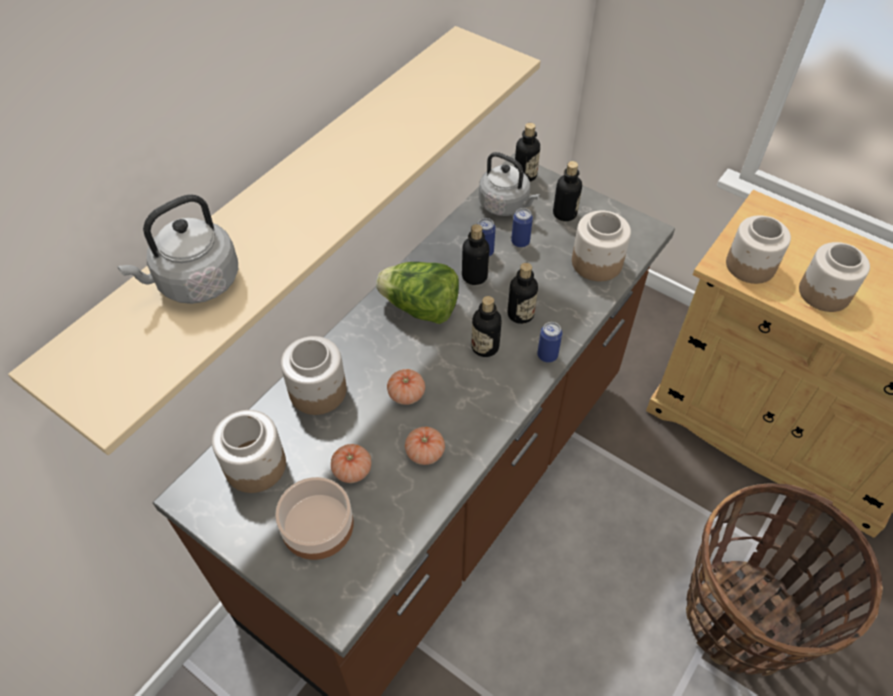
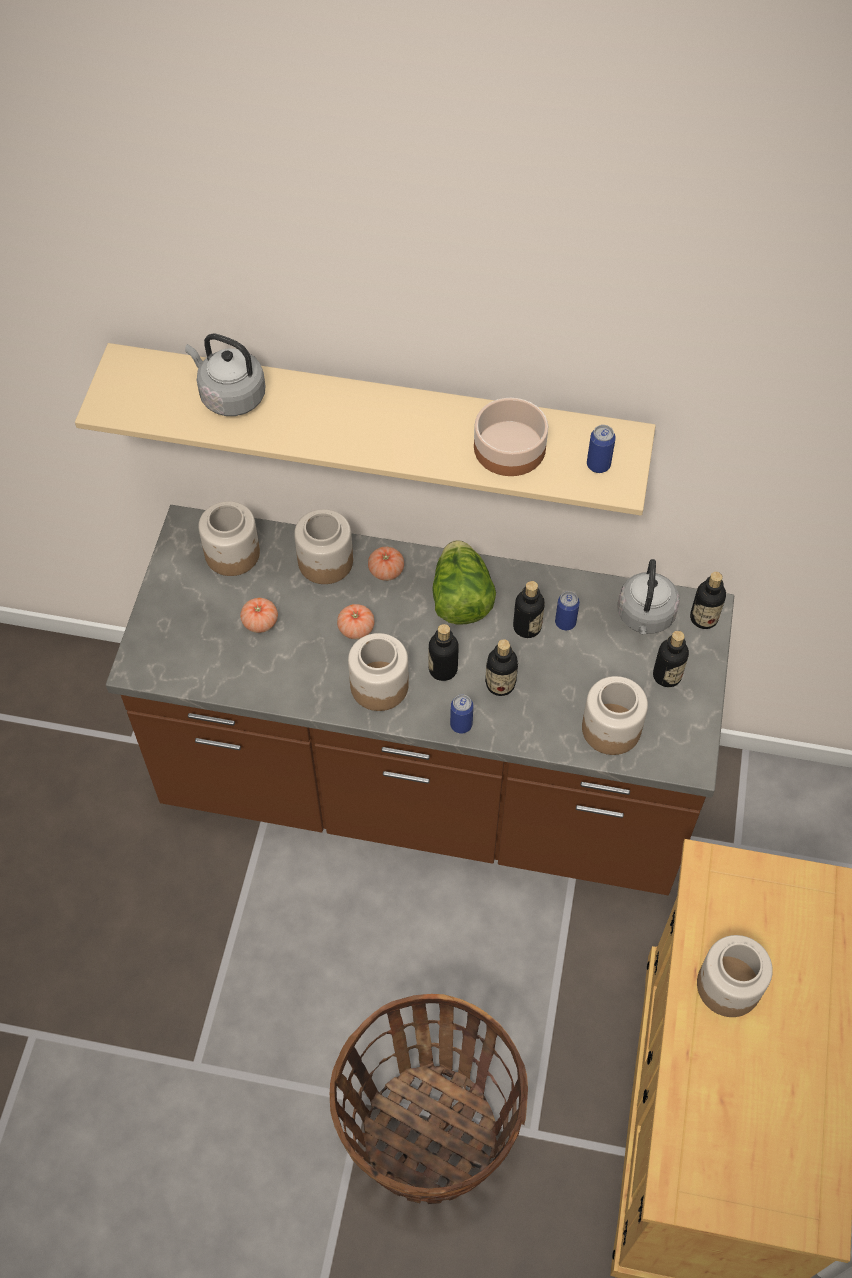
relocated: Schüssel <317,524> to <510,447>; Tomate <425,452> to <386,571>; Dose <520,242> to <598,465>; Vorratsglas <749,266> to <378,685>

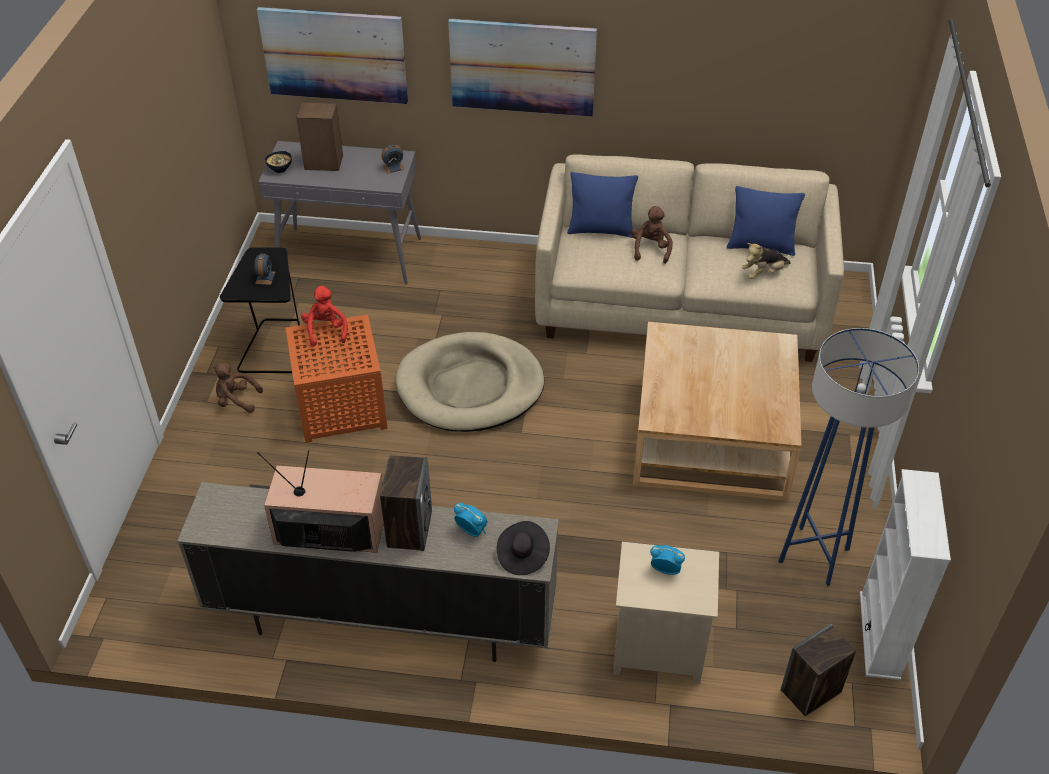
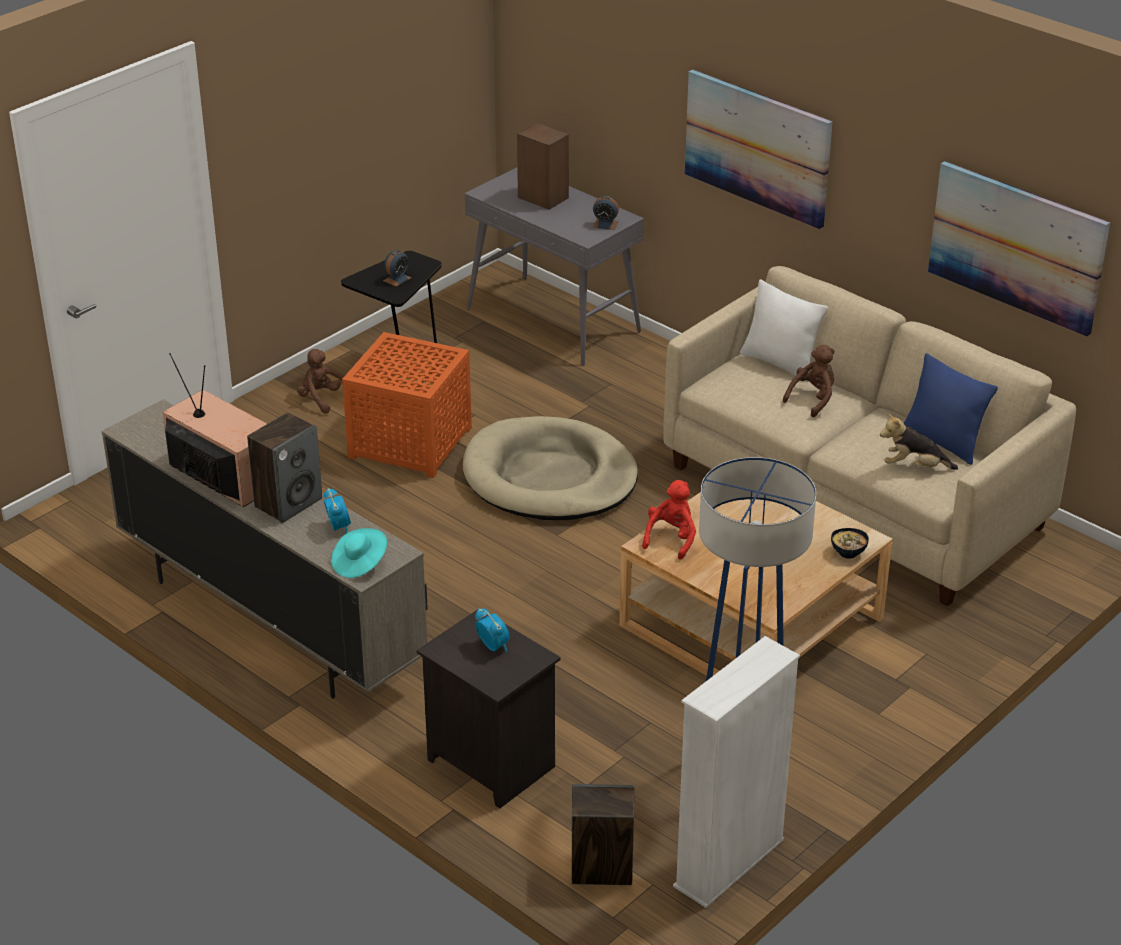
relocated: Bild <334,55> to <1017,246>; Schüssel <280,169> to <848,553>; Plüschtier [rot] <326,330> to <671,539>
colour: Hut [schwarz] <522,556> to Hut [türkis] <359,563>; Kissen [blau] <600,230> to Kissen [weiß] <780,363>; Nachttisch [beige] <656,651> to Nachttisch [schwarz] <488,763>

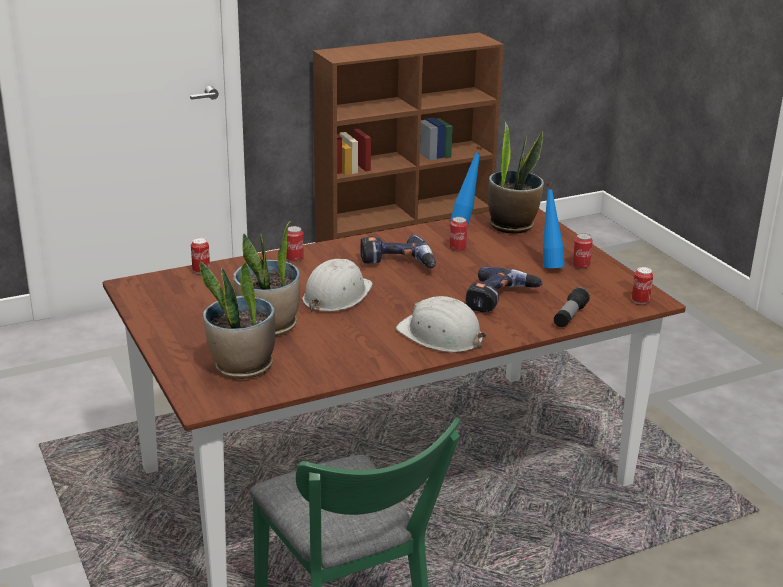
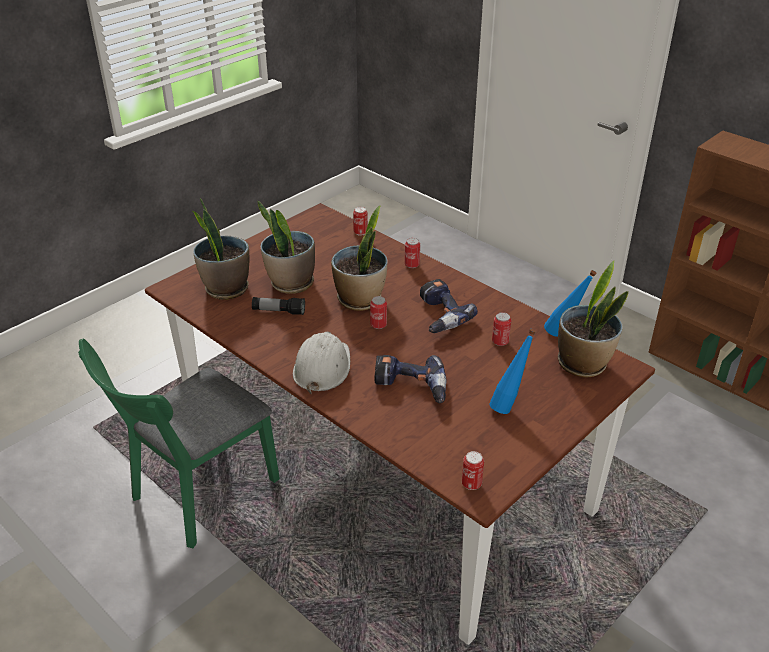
relocated: Taschenlampe <569,316> to <278,311>; Dose <581,265> to <378,325>
exchanged: Schutzhelm [weiß] <336,295> to Topfpflanze <360,300>

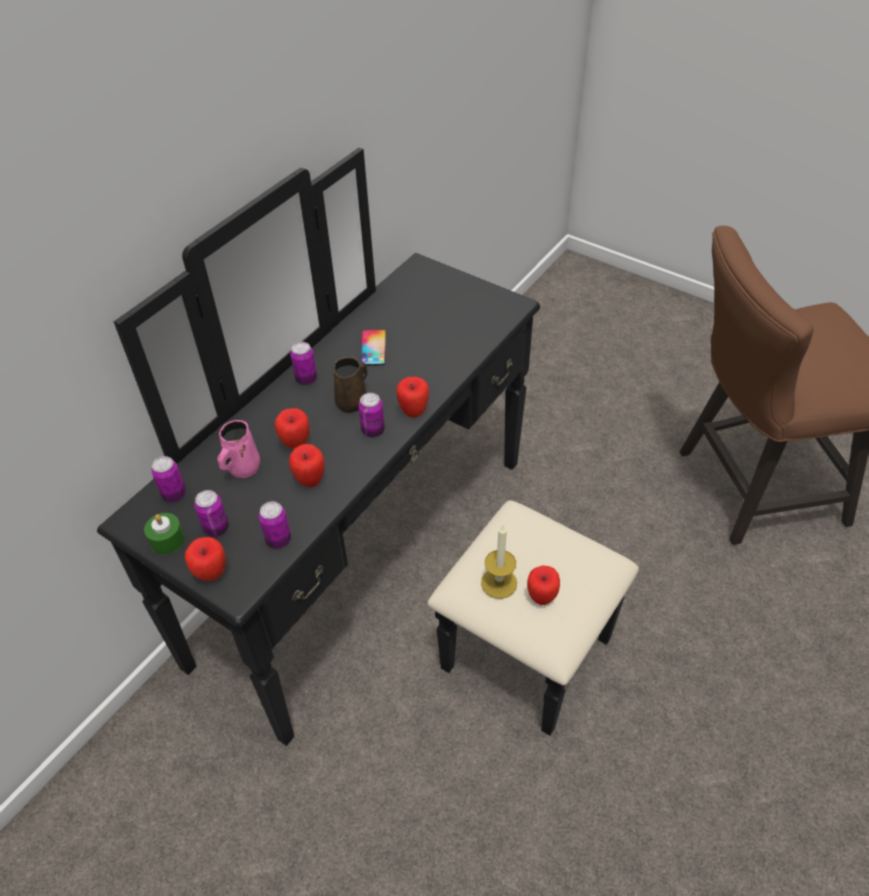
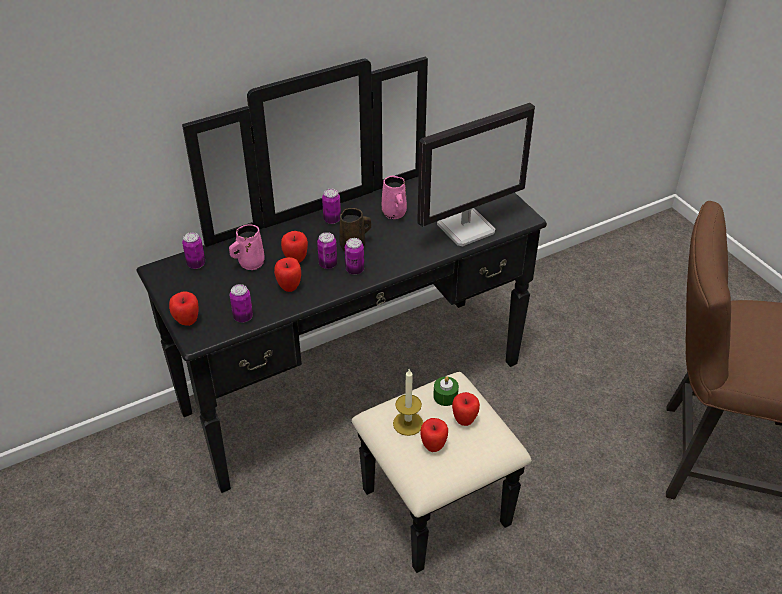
appeared: Monitor <466,227>
relocated: Kerze [grün] <167,540> to <445,396>; Dose <216,528> to <328,264>; Apfel <413,411> to <464,420>
exchanged: Handy <373,348> to Henkelbecher [rosa] <394,214>

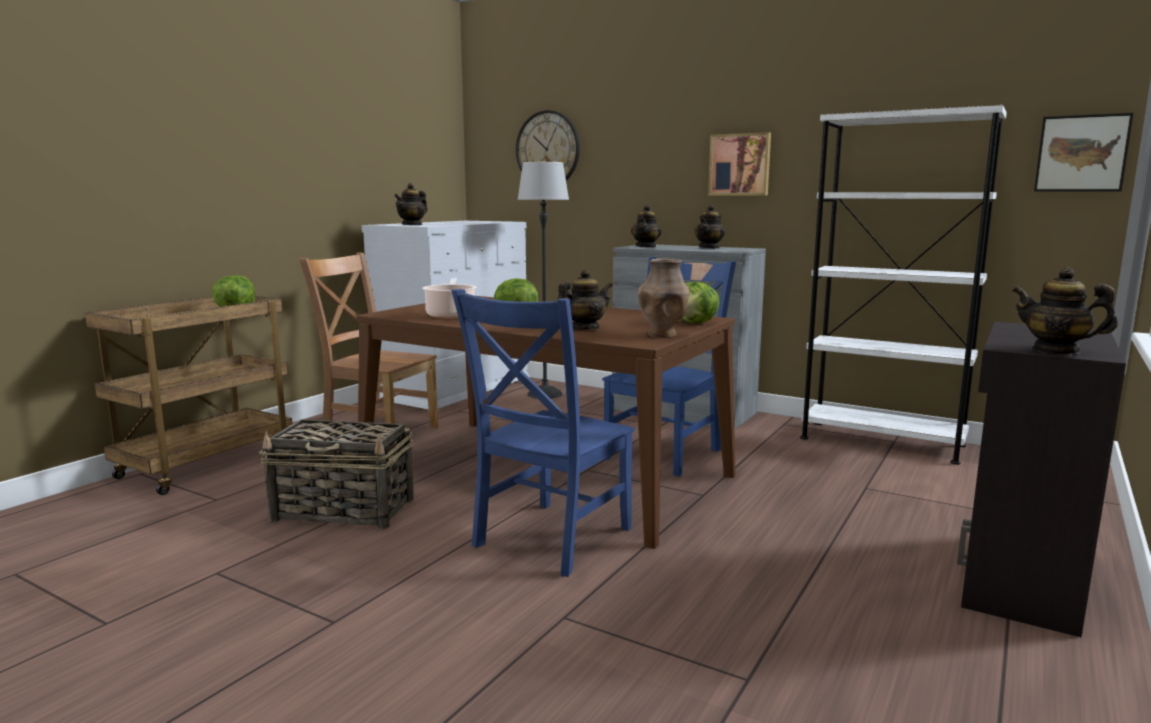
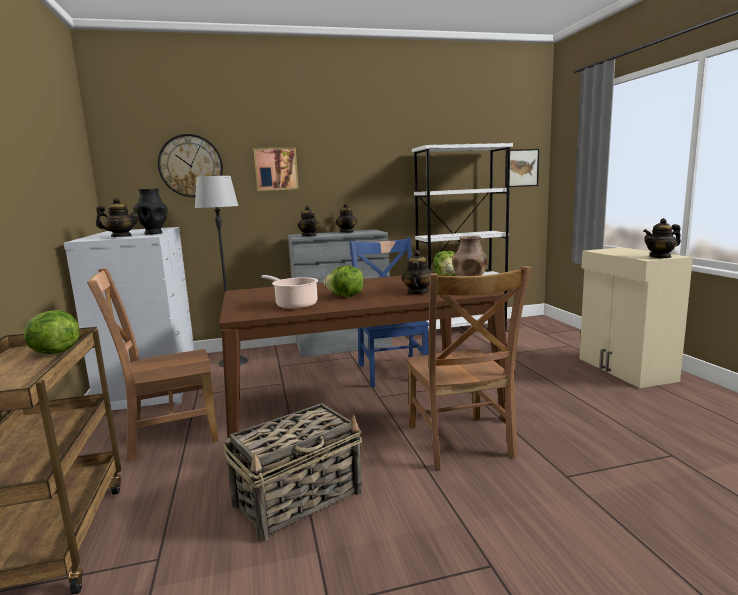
appeared: Vase [schwarz] <154,233>
relocated: Bild <740,165> to <276,169>
colour: Stuhl [blau] <549,539> to Stuhl [braun] <460,443>; Schrank [schwarz] <1017,580> to Schrank [beige] <625,369>
spun: Teekanne <412,225> = <121,237> 90 degrees counterclockwise

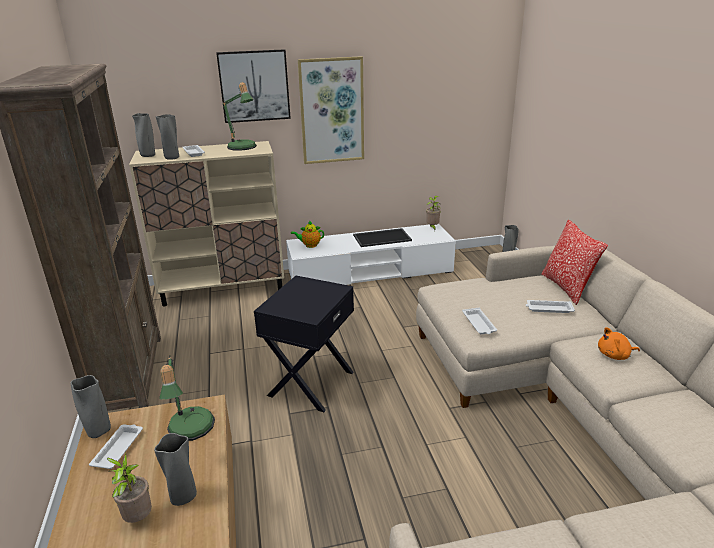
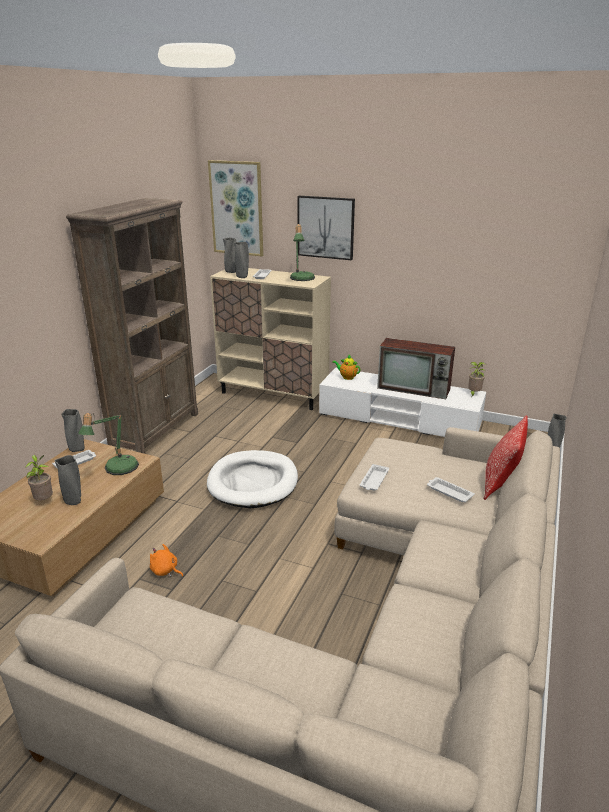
relocated: Bild <332,111> to <237,208>; Plüschtier [orange] <615,355> to <165,571>
exchanged: Beistelltisch [schwarz] <310,383> to Hundebett [weiß] <253,482>; Tablett <382,237> to Fernseher <415,389>

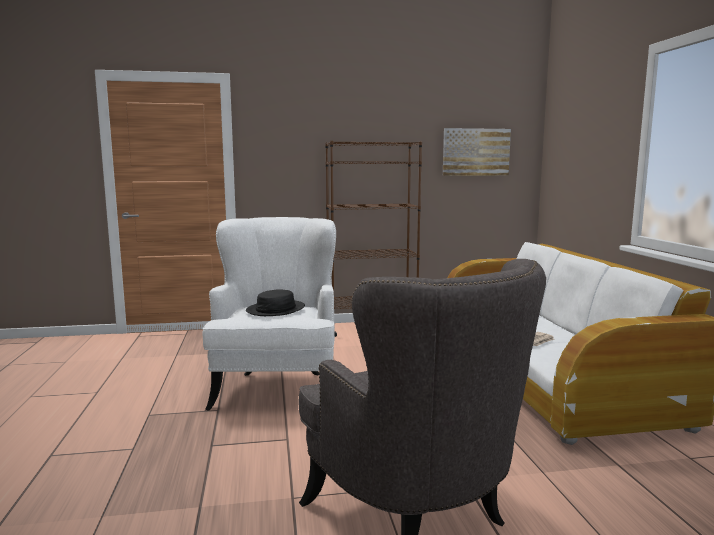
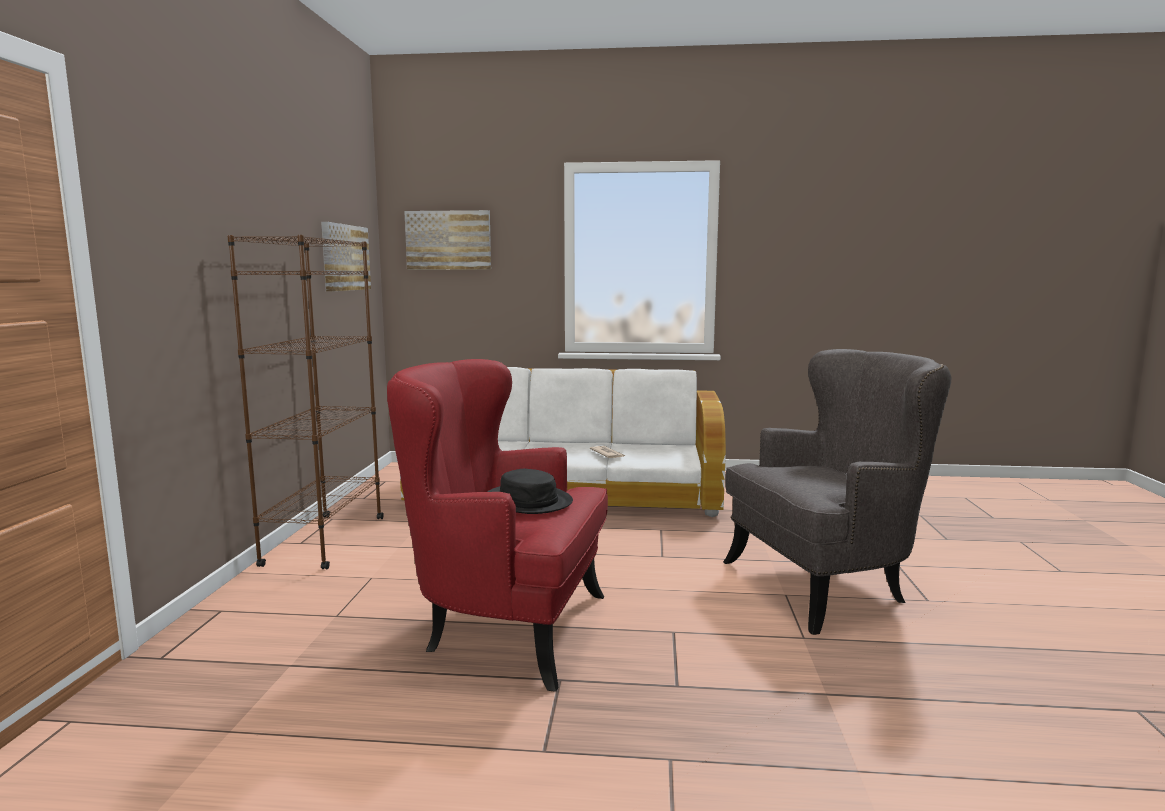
appeared: Bild <448,240>
colour: Sessel [weiß] <277,387> to Sessel [rot] <504,627>

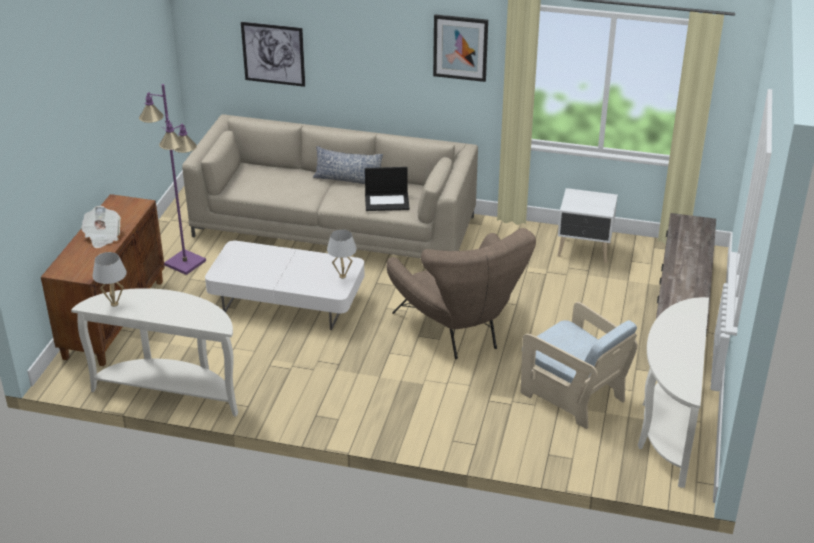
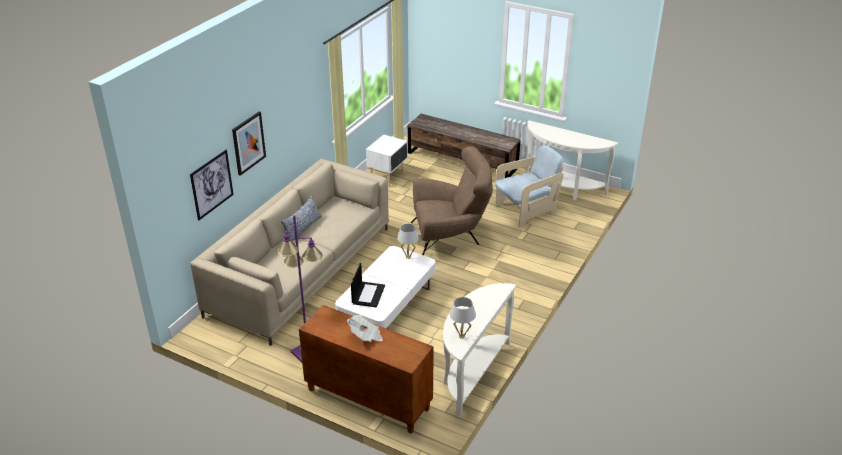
relocated: Laptop <387,201> to <368,294>; Bild <460,47> to <248,143>

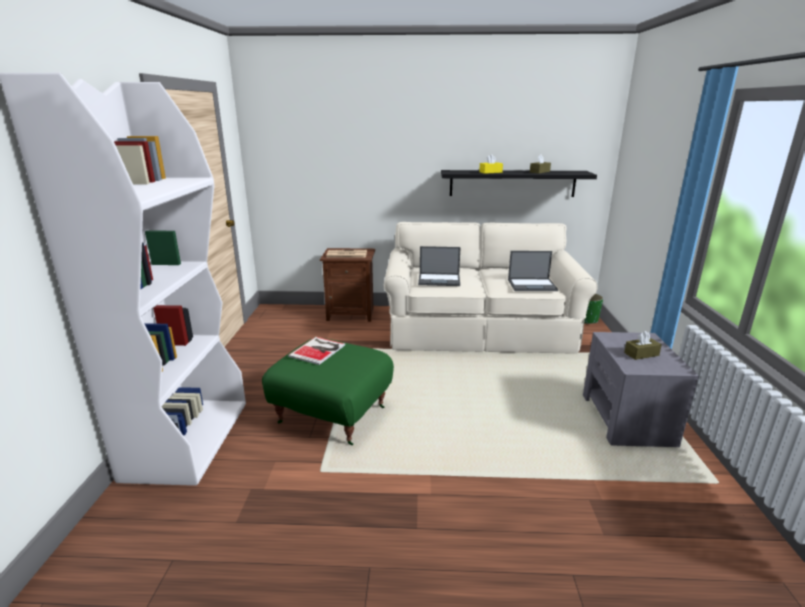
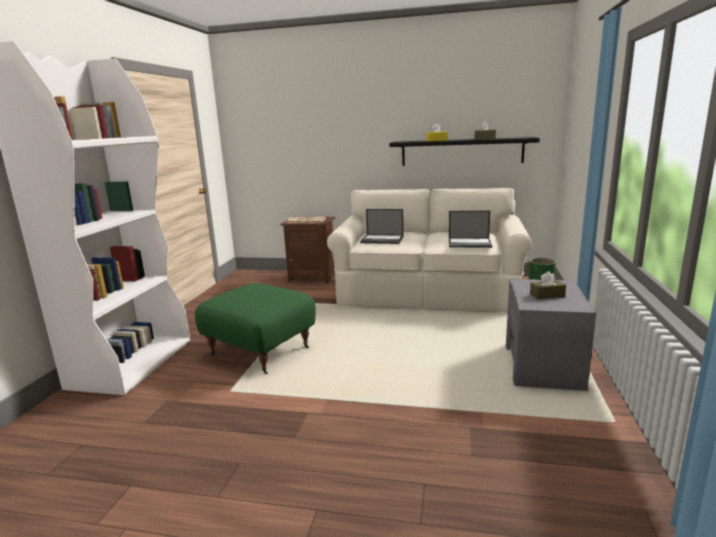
missing: Buch <319,350>

